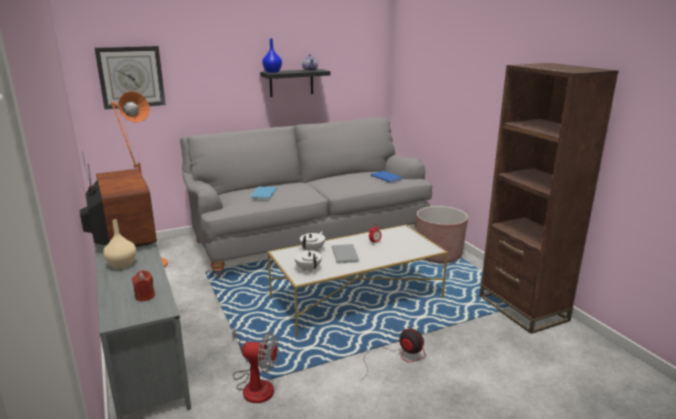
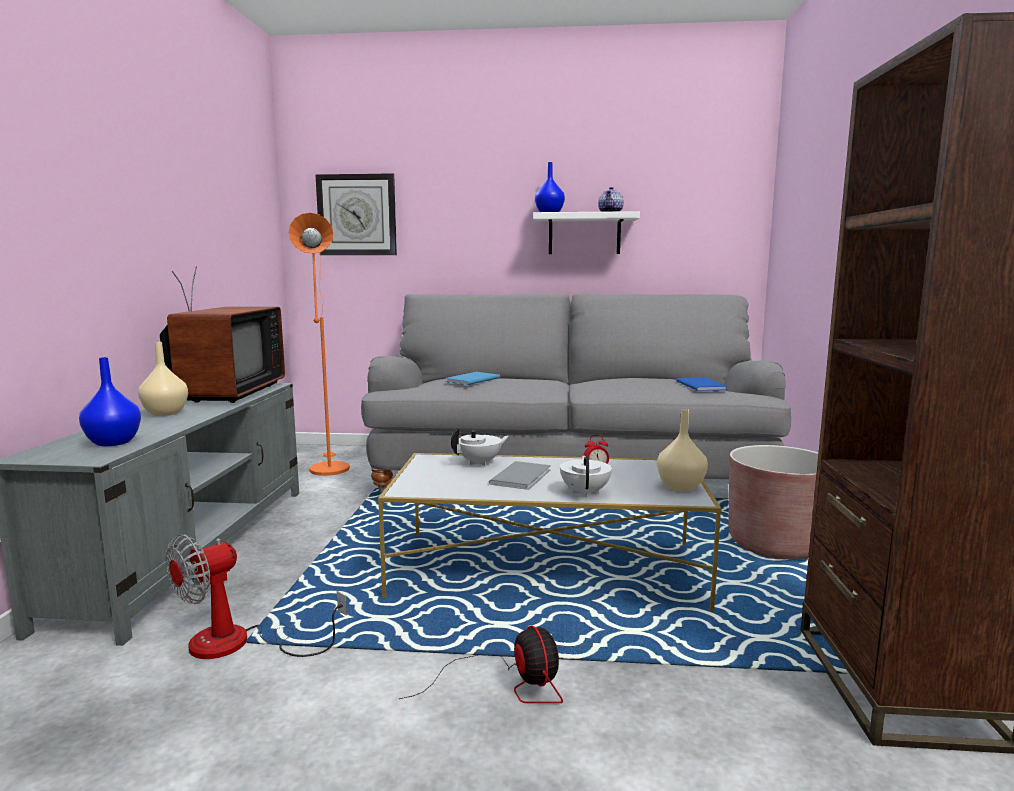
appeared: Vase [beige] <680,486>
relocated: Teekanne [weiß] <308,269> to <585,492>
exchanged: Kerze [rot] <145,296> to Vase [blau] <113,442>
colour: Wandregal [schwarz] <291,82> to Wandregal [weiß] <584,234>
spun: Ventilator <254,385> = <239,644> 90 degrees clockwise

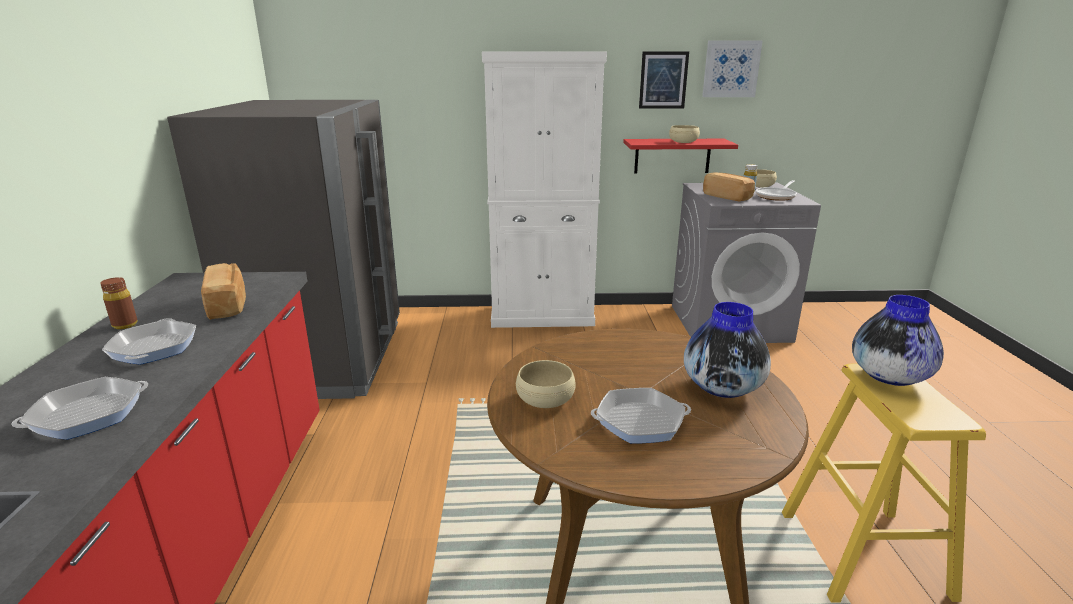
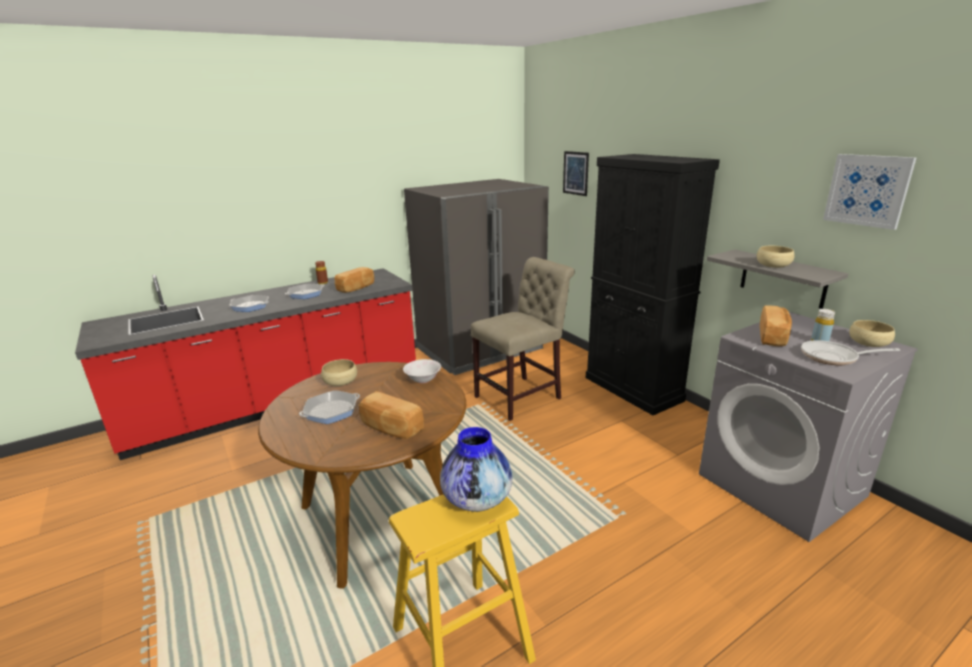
appeared: Schüssel [weiß] <423,379>; Stuhl [beige] <522,396>
relocated: Bild <663,80> to <575,173>
exchanged: Vase <721,388> to Brot <391,428>
colour: Schrank [weiß] <542,316> to Schrank [schwarz] <633,389>; Wandregal [rot] <672,156> to Wandregal [grau] <783,278>
spun: Pfanne <640,422> = <331,411> 90 degrees counterclockwise

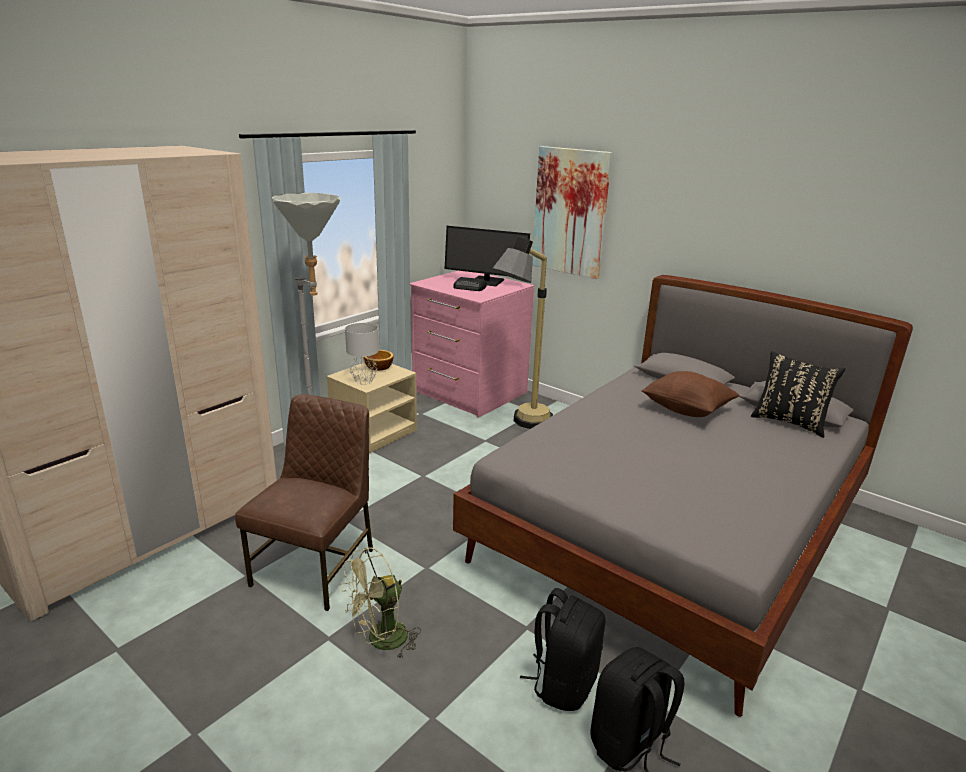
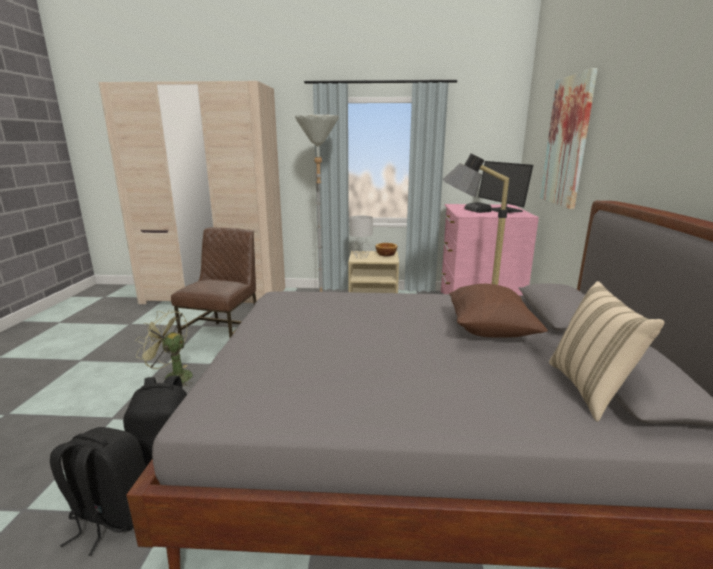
colour: Kissen [schwarz] <789,422> to Kissen [beige] <590,389>
spun: Stuhl [braun] <317,566> = <224,337> 60 degrees counterclockwise

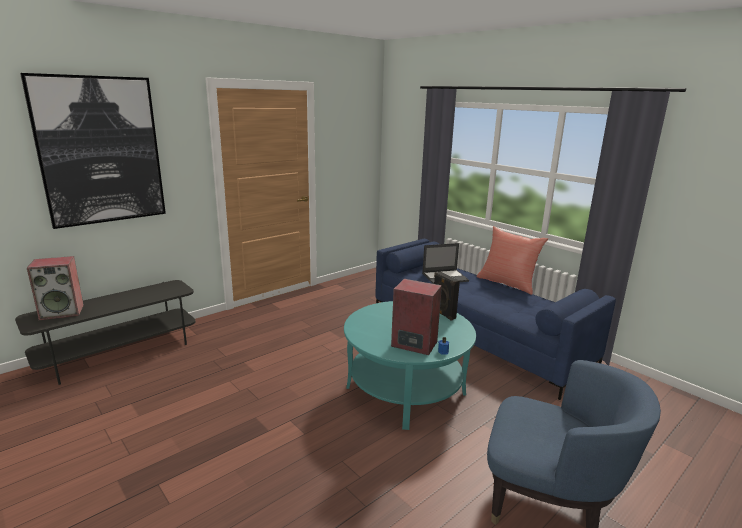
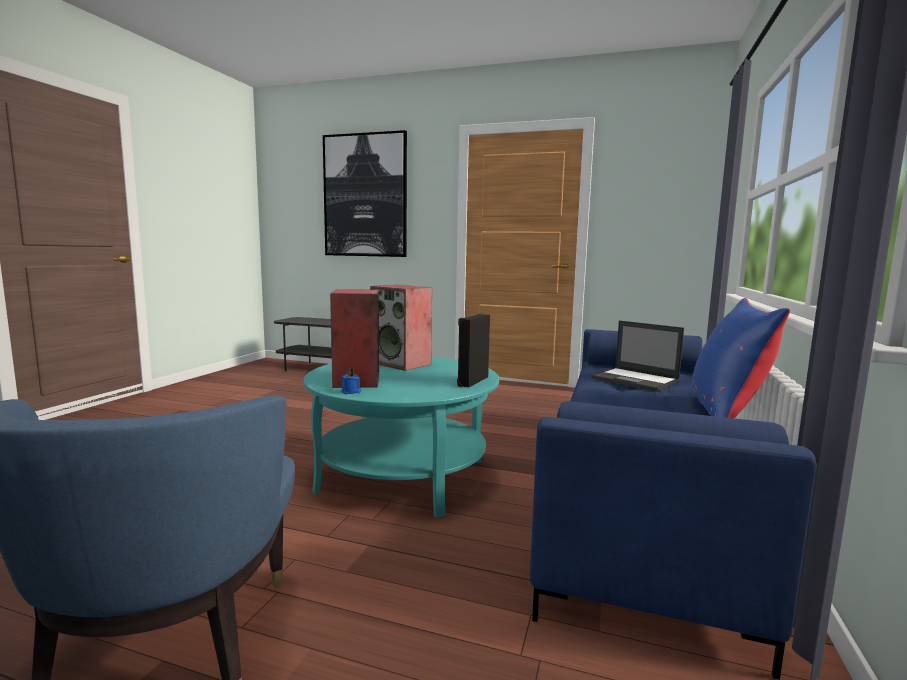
relocated: Lautsprecher <62,312> to <402,363>
colour: Kissen [rot] <507,283> to Kissen [blau] <726,413>

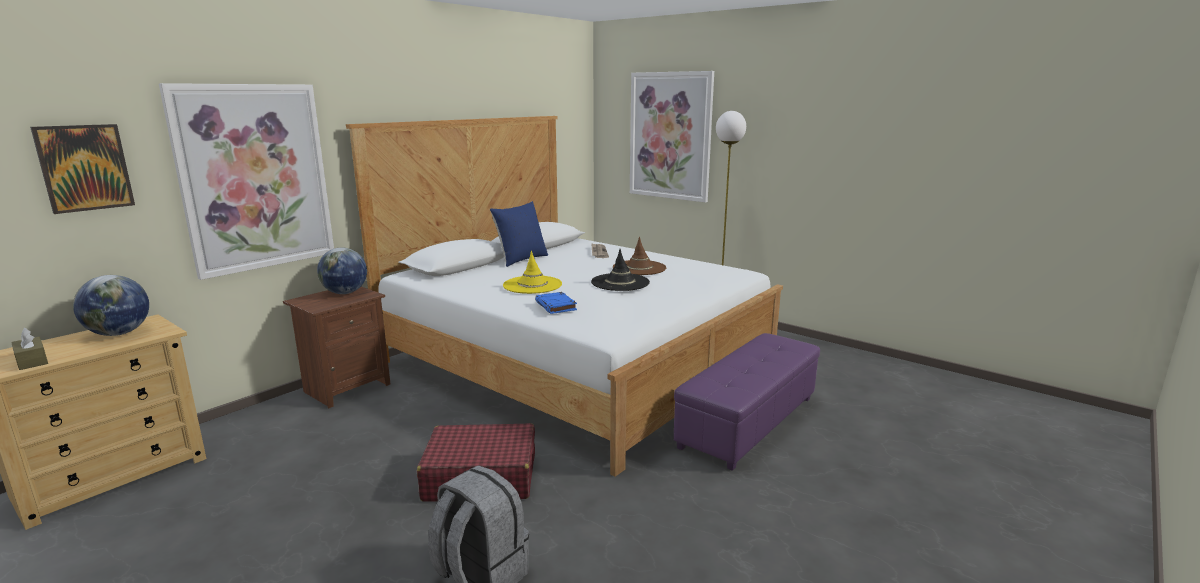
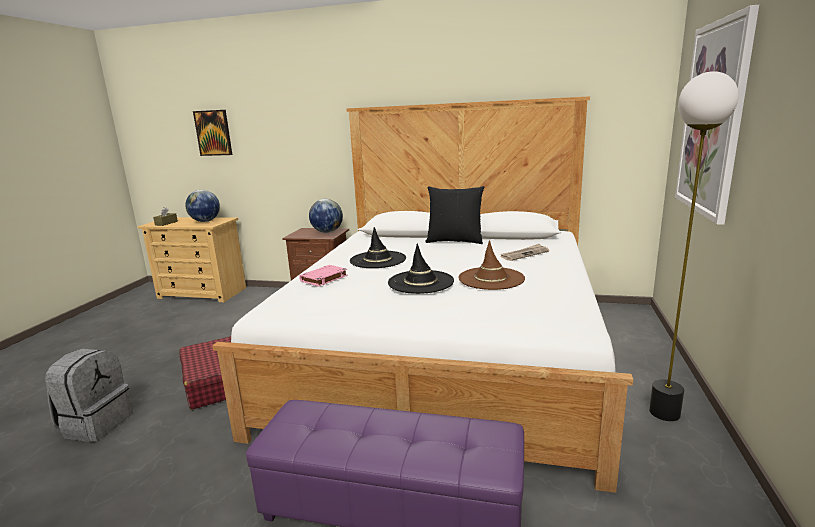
missing: Bild <255,178>
colour: Kissen [blau] <521,259> to Kissen [schwarz] <455,241>; Hut [gelb] <532,285> to Hut [schwarz] <378,260>; Buch [blau] <556,306> to Buch [rosa] <323,278>

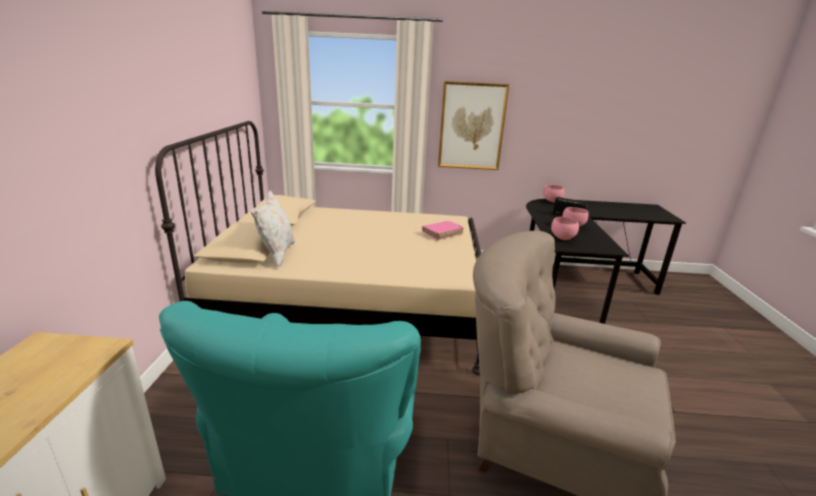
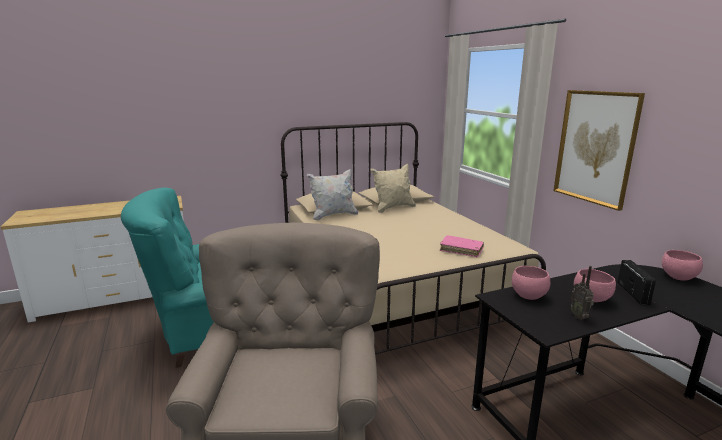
appeared: Kissen [beige] <393,208>; Radio <579,317>

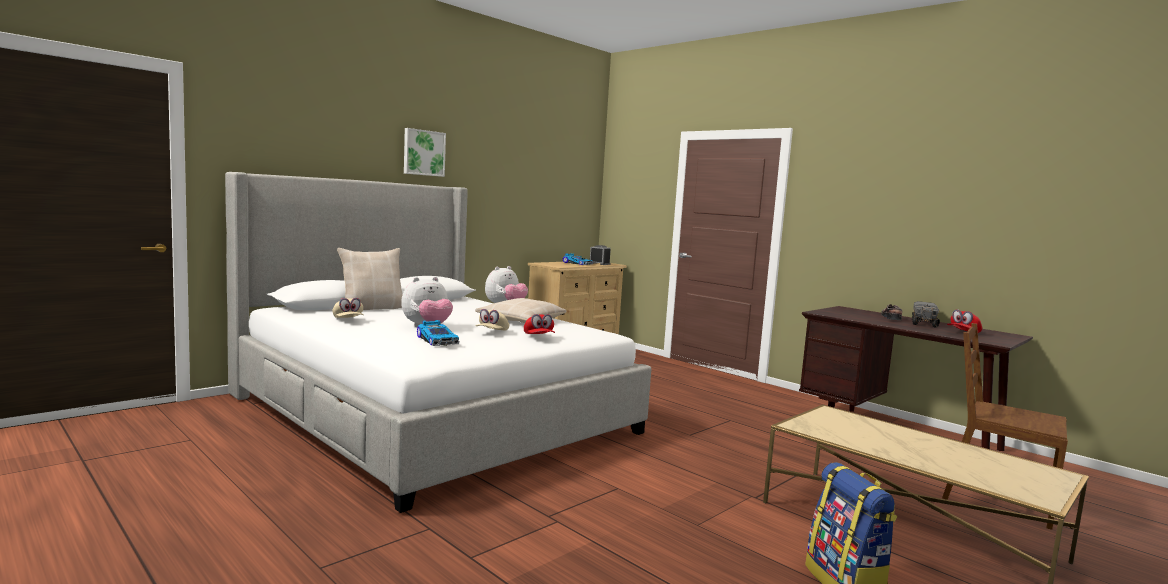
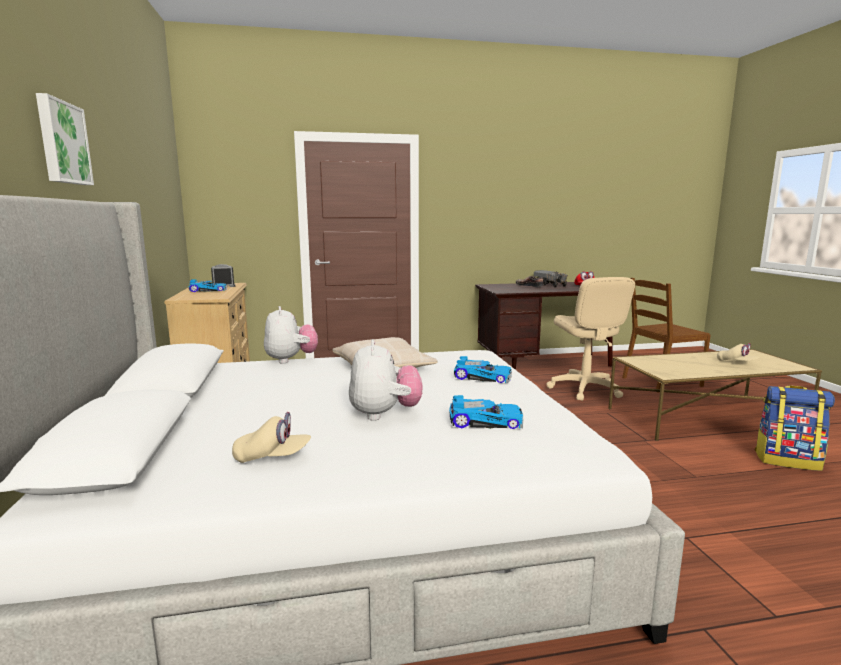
missing: Kissen [beige] <372,308>
appeared: Bürostuhl [beige] <584,389>
relocated: Kappe [beige] <492,332> to <736,363>
exchanged: Kappe [rot] <538,337> to Spielzeugauto <482,376>

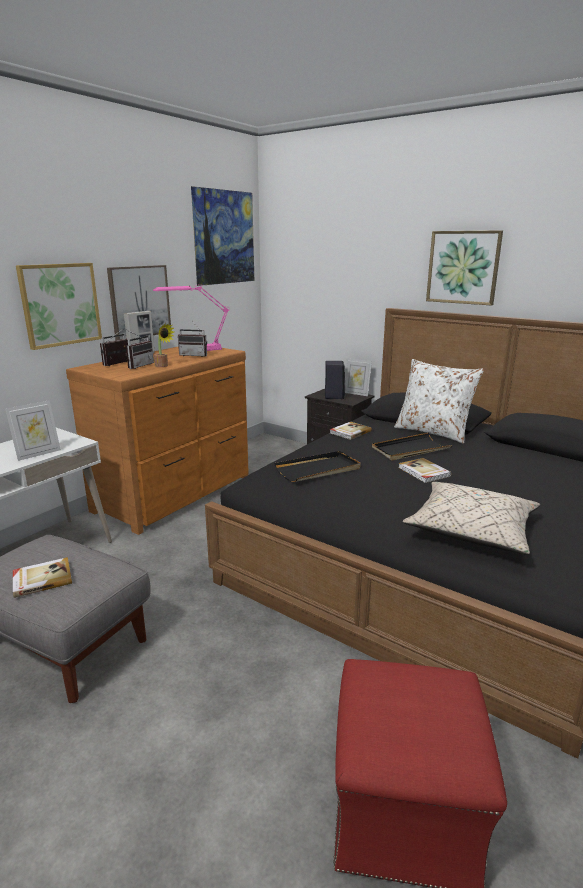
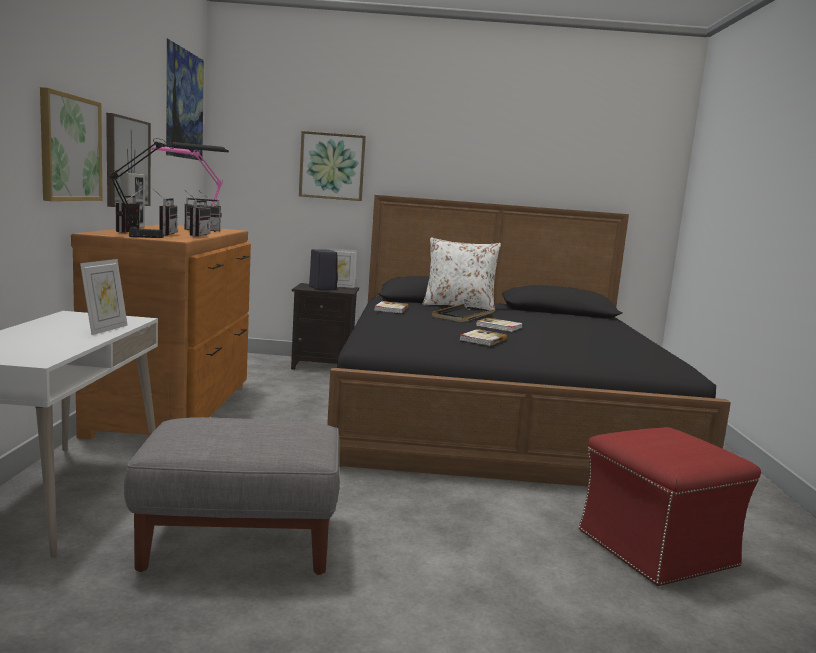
missing: Tablett [schwarz] <318,469>; Kissen [beige] <471,530>
appeared: Tischlampe [schwarz] <169,237>
relocated: Buch <42,579> to <482,339>; Bild <463,267> to <332,166>
exchanged: Topfpflanze <163,366> to Radio <195,235>

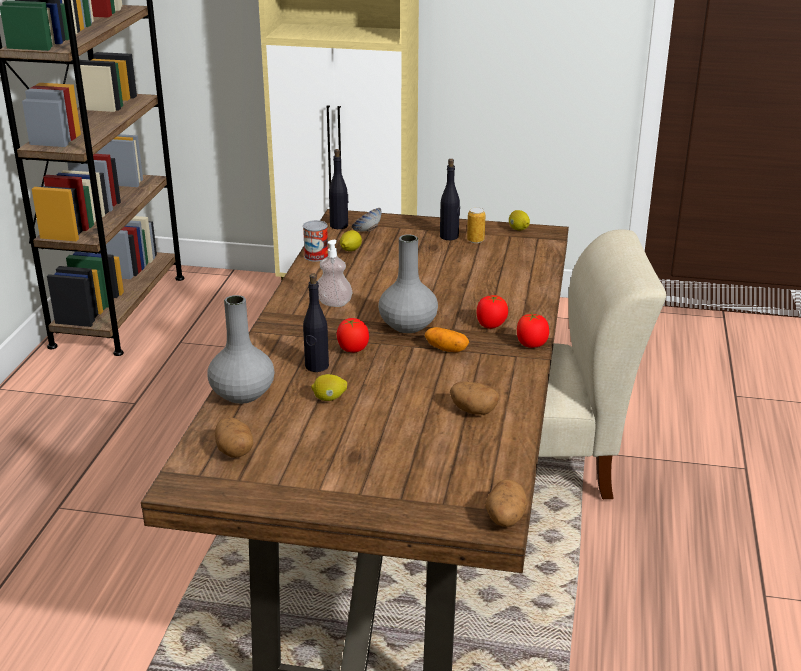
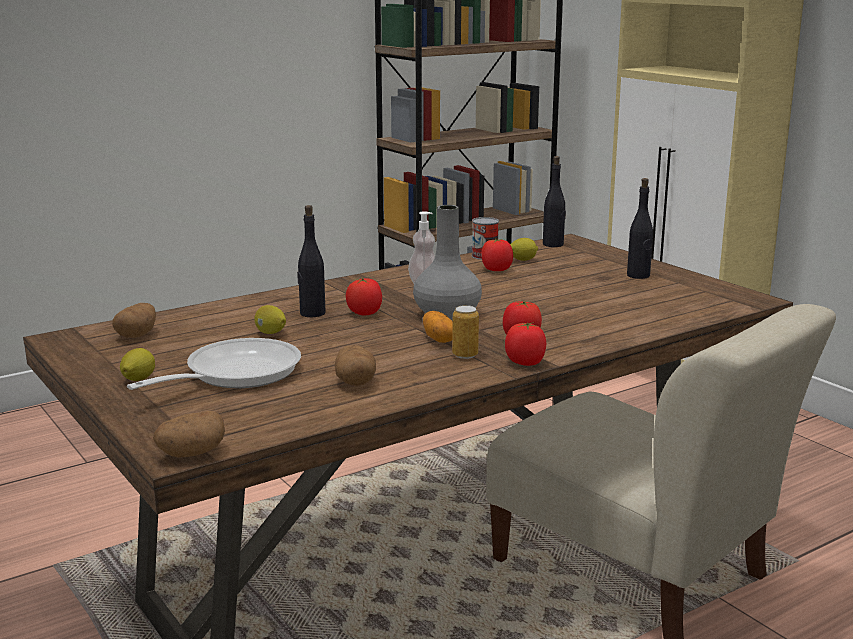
missing: Vase [grau] <243,394>; Schüssel <367,231>
appeared: Pfanne <234,374>; Tomate <496,270>
relocated: Dose <475,240> to <465,355>; Zitrone <518,229> to <138,380>

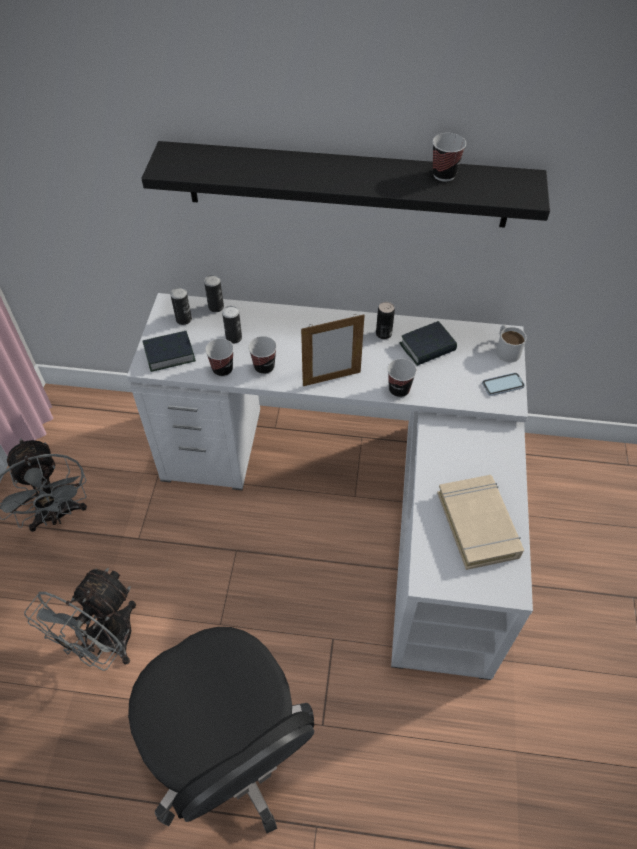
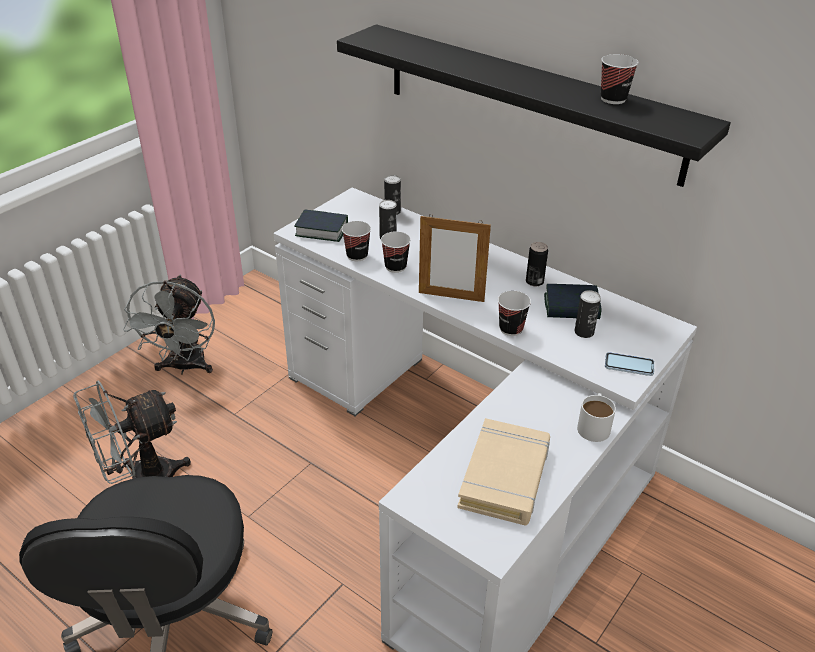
relocated: Dose <184,319> to <584,332>; Henkelbecher [weiß] <506,349> to <594,425>

